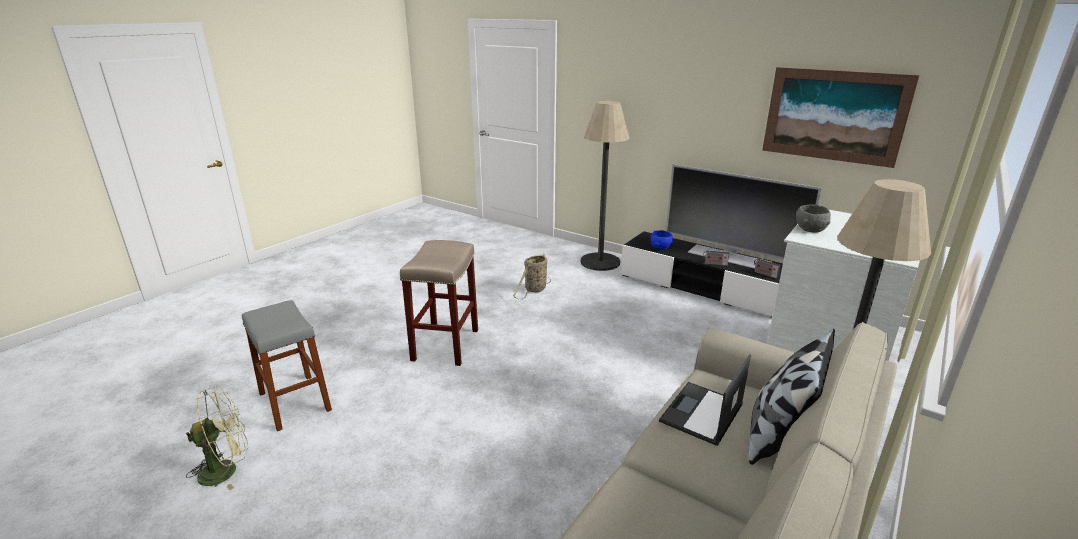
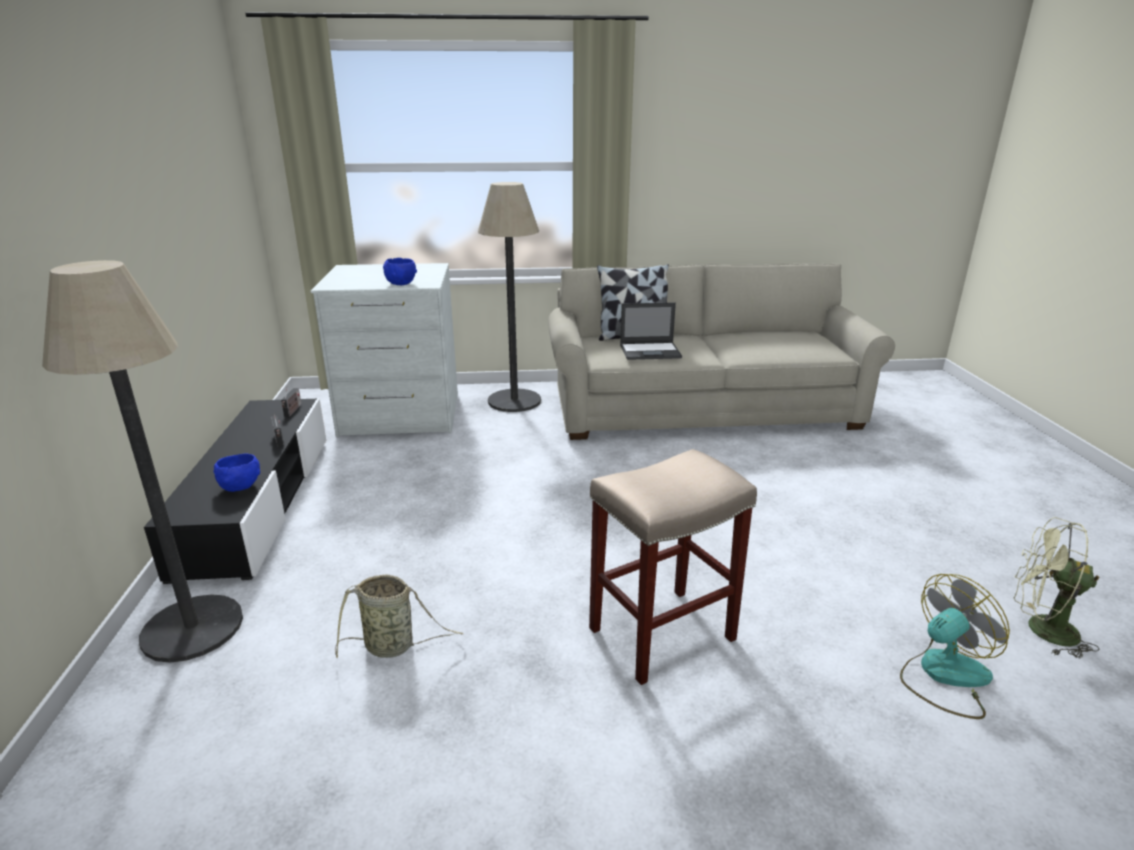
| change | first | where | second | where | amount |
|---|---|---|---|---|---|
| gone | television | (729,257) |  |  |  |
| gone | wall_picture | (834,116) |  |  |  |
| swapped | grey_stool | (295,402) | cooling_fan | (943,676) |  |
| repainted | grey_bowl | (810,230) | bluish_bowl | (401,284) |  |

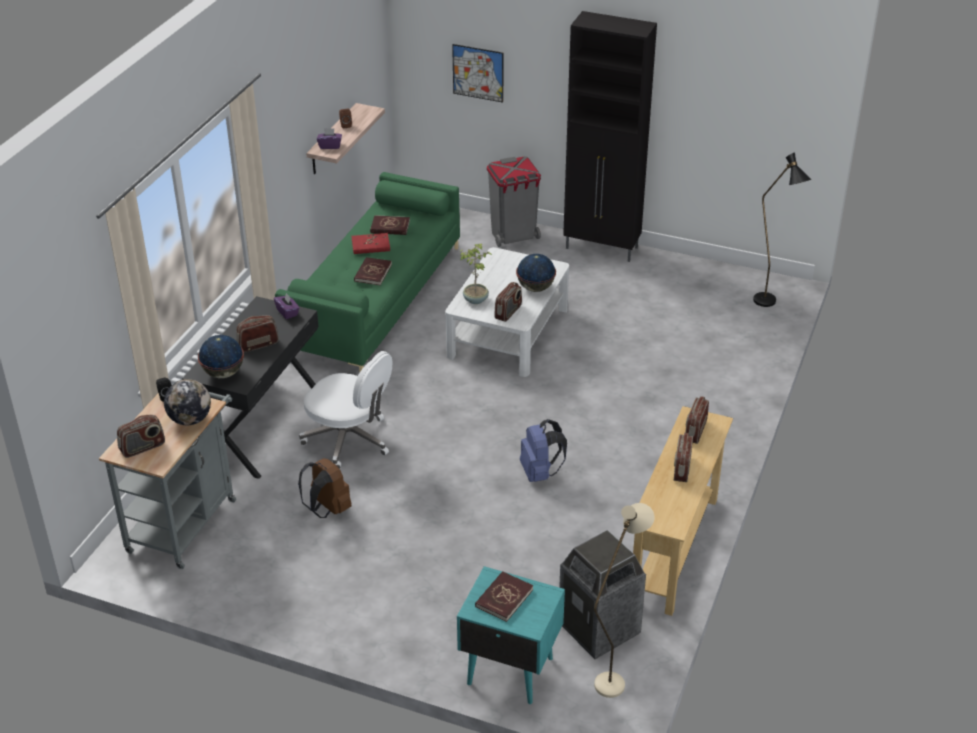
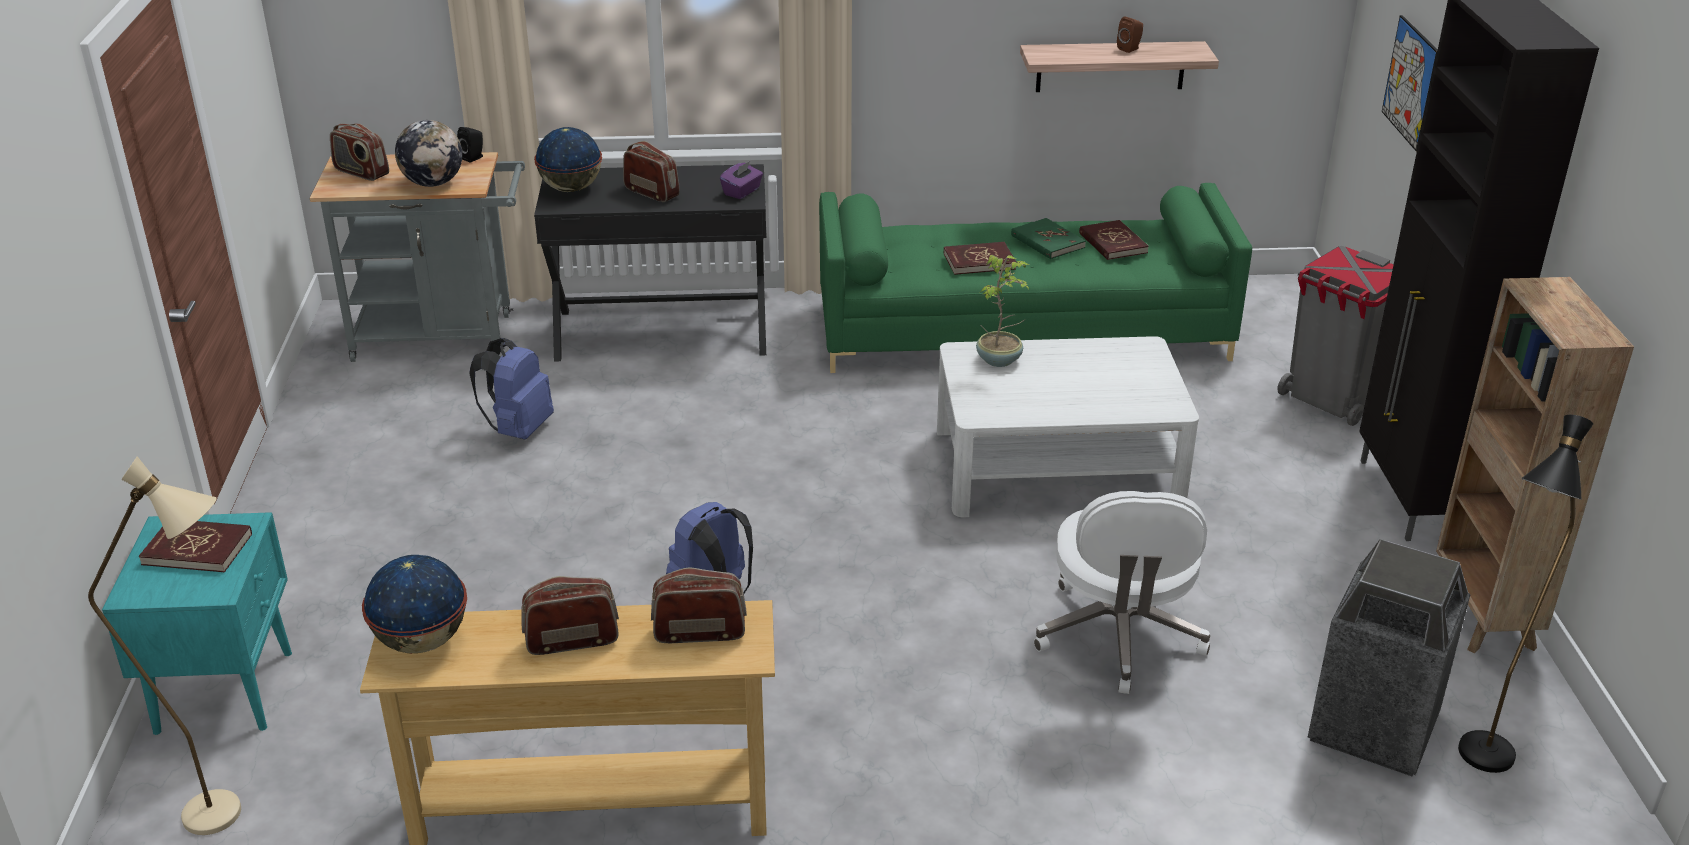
| change | first | where | second | where | amount |
|---|---|---|---|---|---|
| gone | purplish_tissue_holder | (330,146) |  |  |  |
| gone | radio_set | (508,312) |  |  |  |
| new |  |  | brownish_bookshelf | (1482,617) |  |
| shifted | whitish_desk_chair | (349,440) |  | (1119,636) |  |
| shifted | globe | (535,288) |  | (422,641) |  |
| shifted | rubbish_bin | (599,629) |  | (1373,728) |  |
| repainted | brownish_rucksack | (327,509) | bluish_rucksack | (518,429) |  |
| repainted | reddish_volume | (370,245) | green_volume | (1047,242) |  |

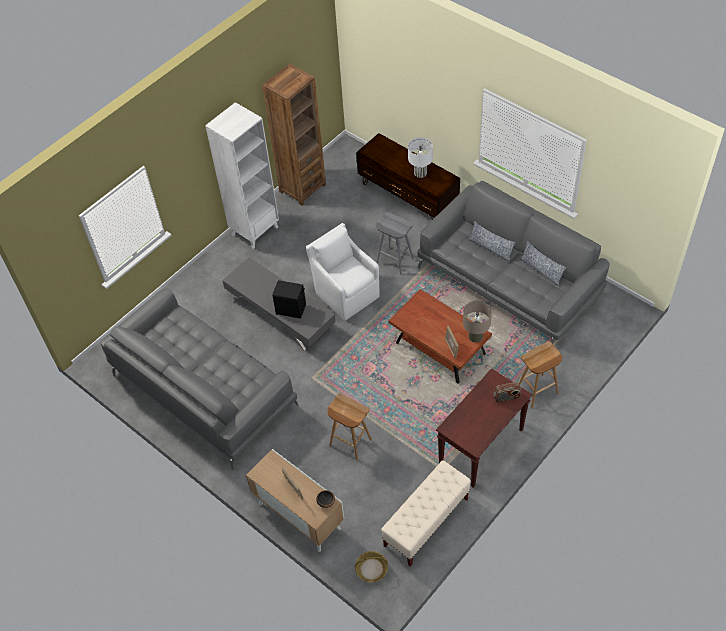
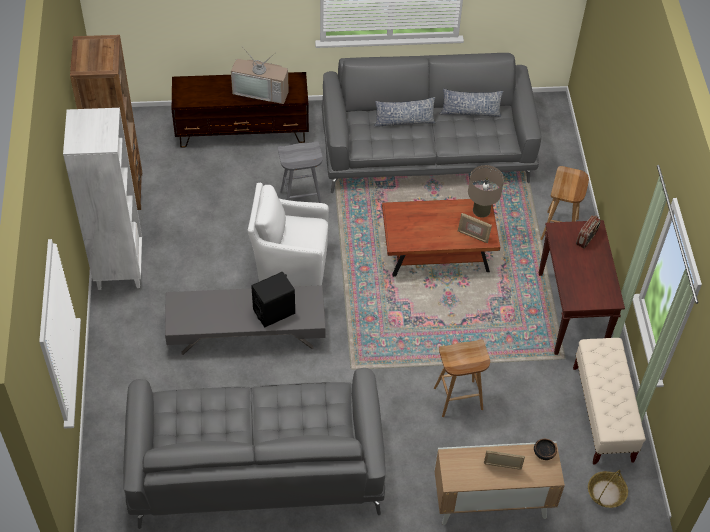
| change | first | where | second | where | amount |
|---|---|---|---|---|---|
| swapped | whitish_tabletop_lamp | (420,172) | television | (262,90) |  |

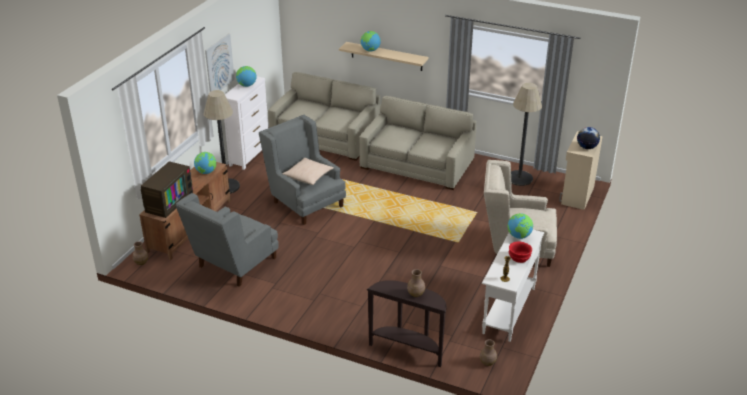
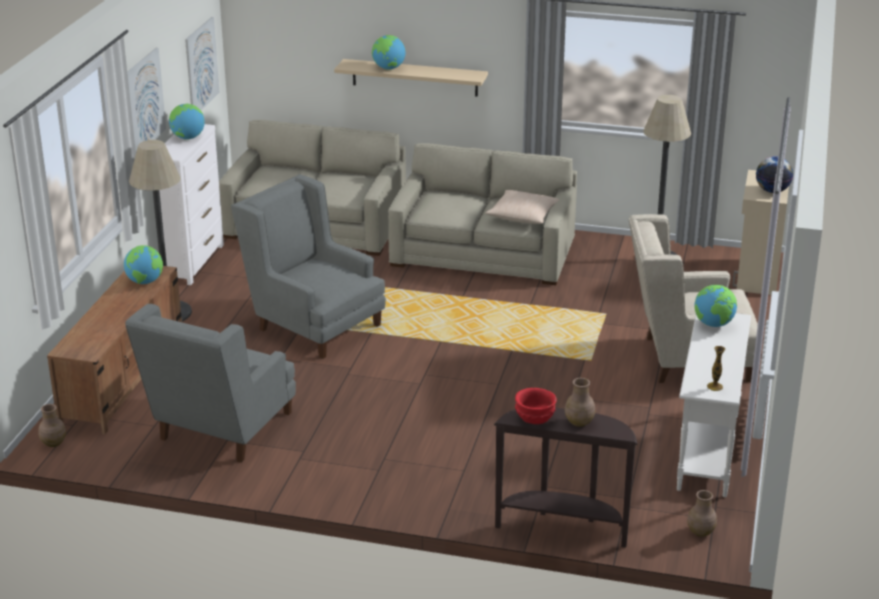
| change | first | where | second | where | amount |
|---|---|---|---|---|---|
| gone | television | (168,201) |  |  |  |
| new |  |  | wall_picture | (201,66) |  |
| shifted | sand-coloured_pillow | (308,176) |  | (523,216) |  |
| shifted | reddish_bowl | (519,258) |  | (534,417) |  |

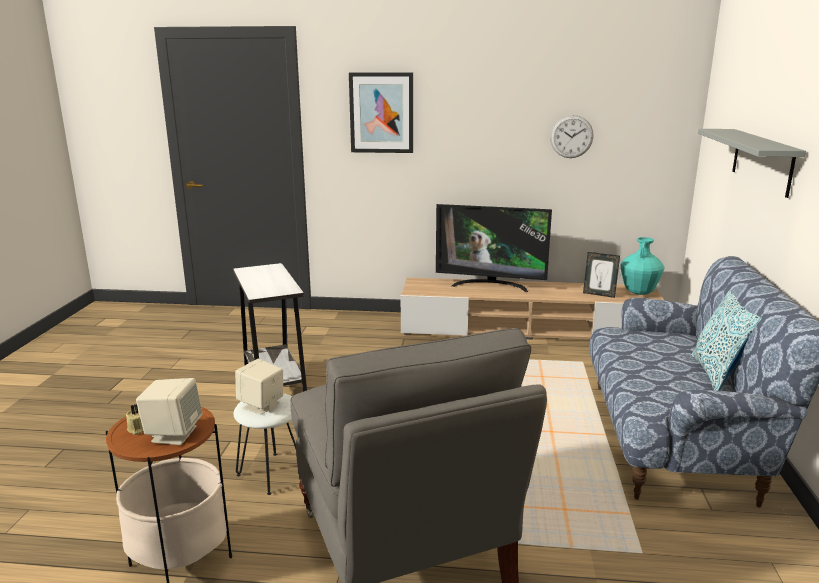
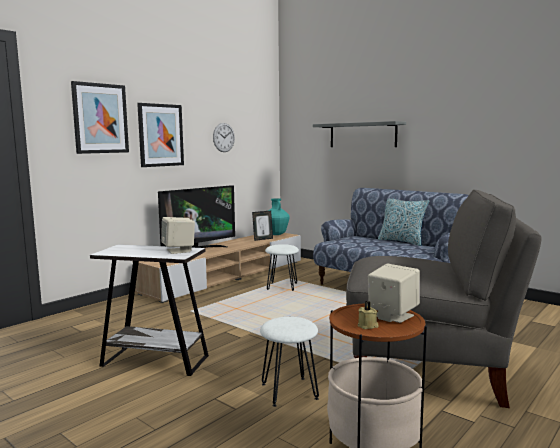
| change | first | where | second | where | amount |
|---|---|---|---|---|---|
| new |  |  | wall_picture | (160,135) |  |
| new |  |  | whitish_stool | (282,287) |  |
| shifted | sand-coloured_audio_speaker | (261,406) |  | (179,250) |  |

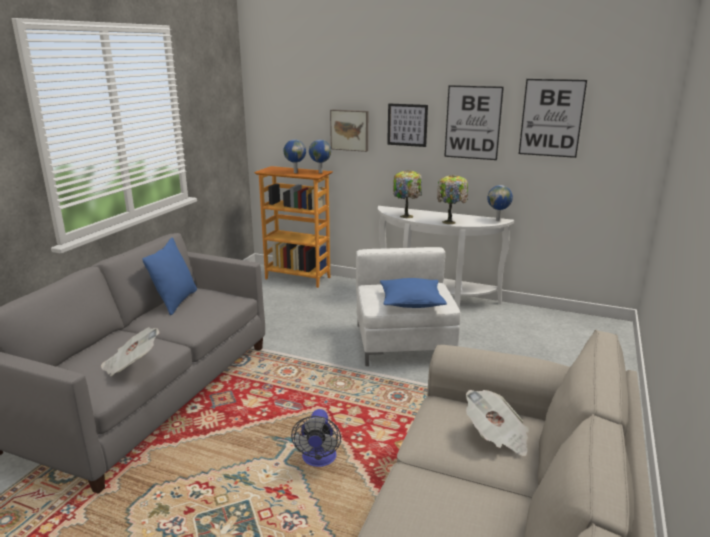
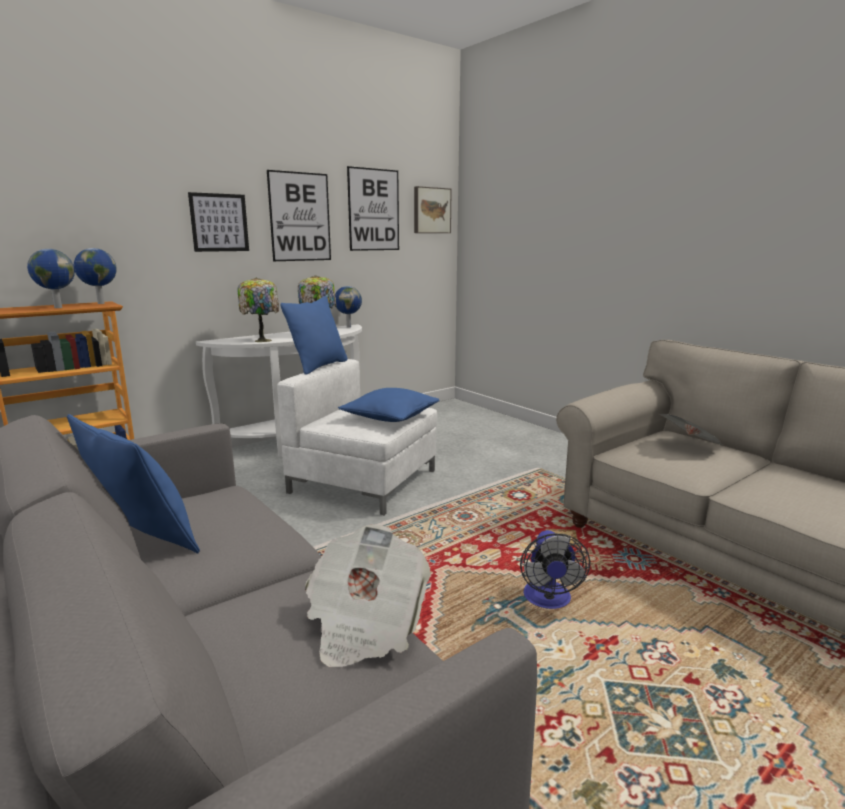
| change | first | where | second | where | amount |
|---|---|---|---|---|---|
| new |  |  | bluish_pillow | (318,366) |  |
| shifted | wall_picture | (350,130) |  | (431,210) |  |
| rotated | cooling_fan | (318,460) |  | (548,600) | 60 degrees clockwise |

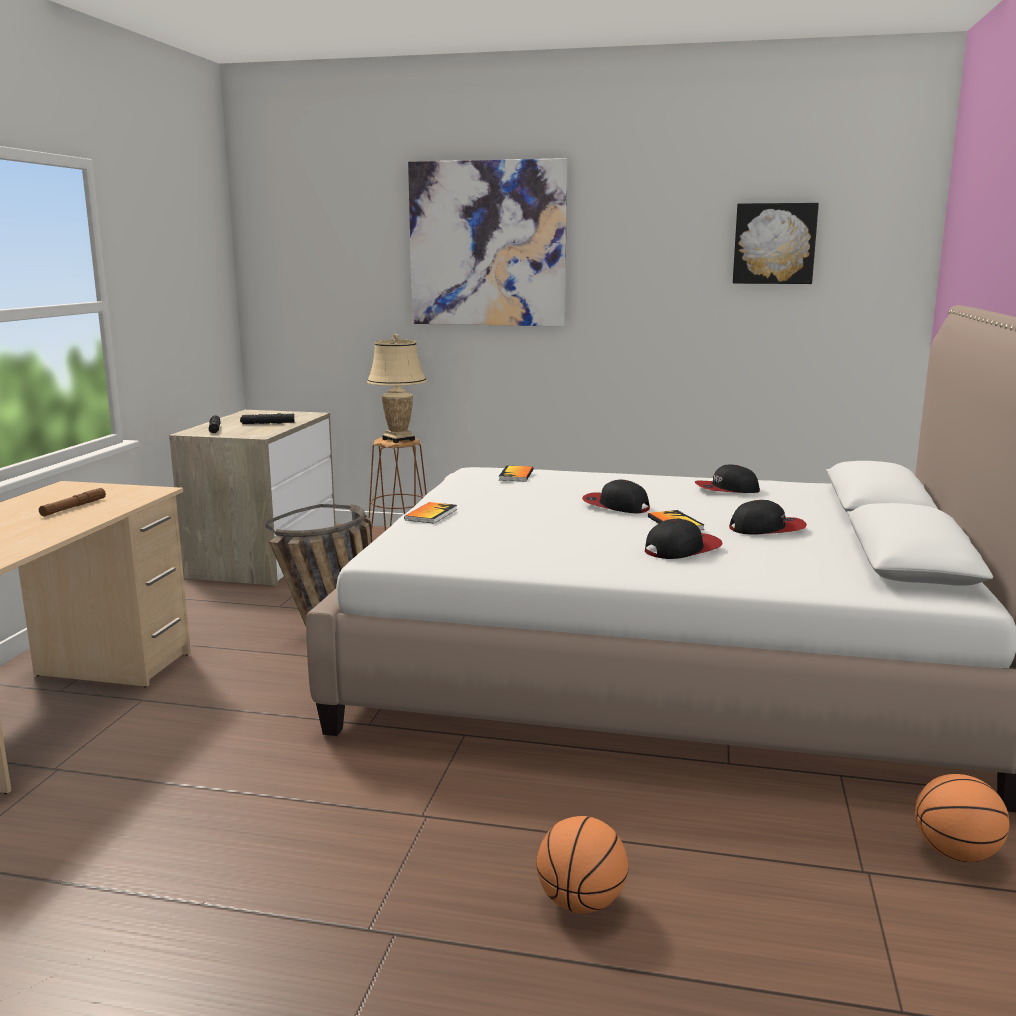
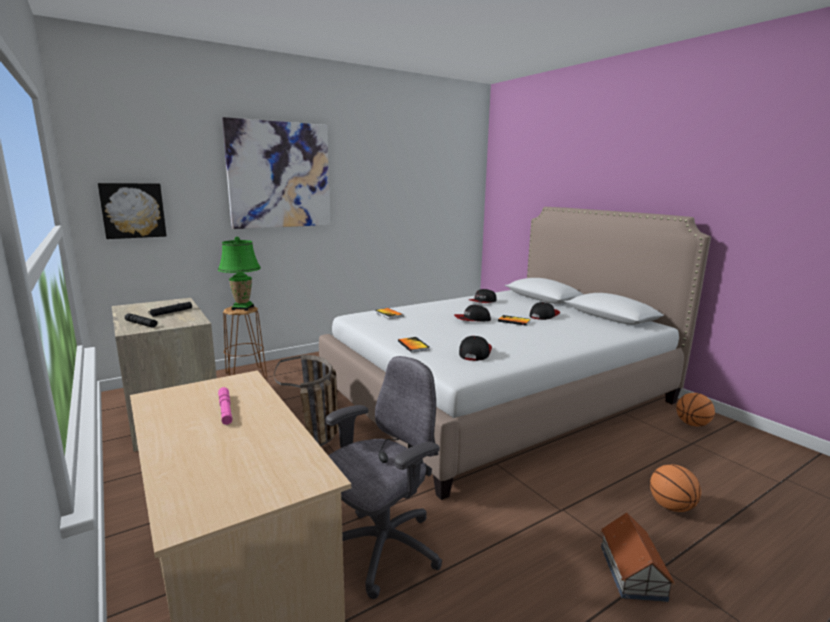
| change | first | where | second | where | amount |
|---|---|---|---|---|---|
| new |  |  | grey_desk_chair | (382,550) |  |
| new |  |  | model_house | (632,573) |  |
| shifted | baseball_cap | (682,549) |  | (474,352) |  |
| shifted | wall_picture | (774,243) |  | (133,210) |  |
| repainted | brownish_hand_torch | (73,507) | pink-coloured_hand_torch | (225,409) |  |
| repainted | sand-coloured_tabletop_lamp | (398,439) | green_tabletop_lamp | (243,308) |  |

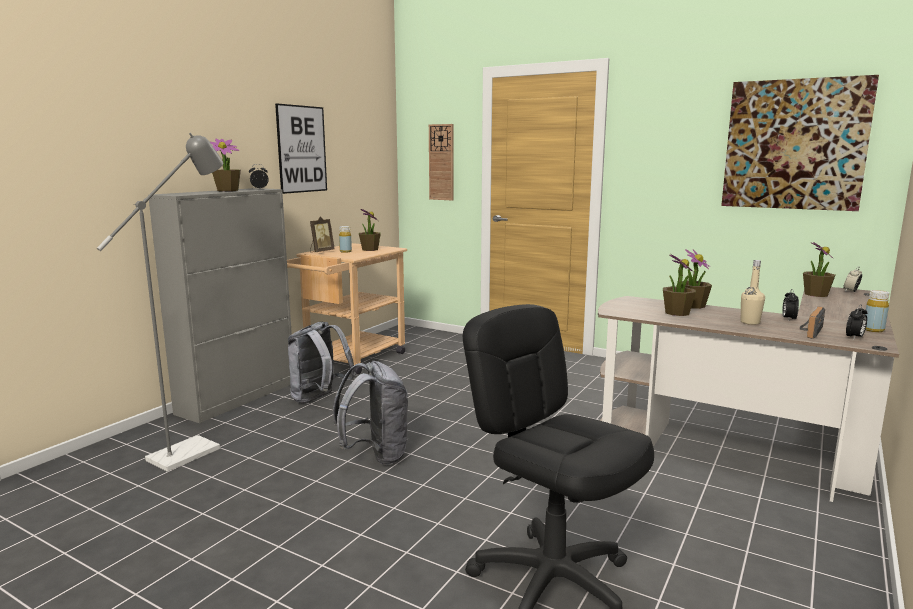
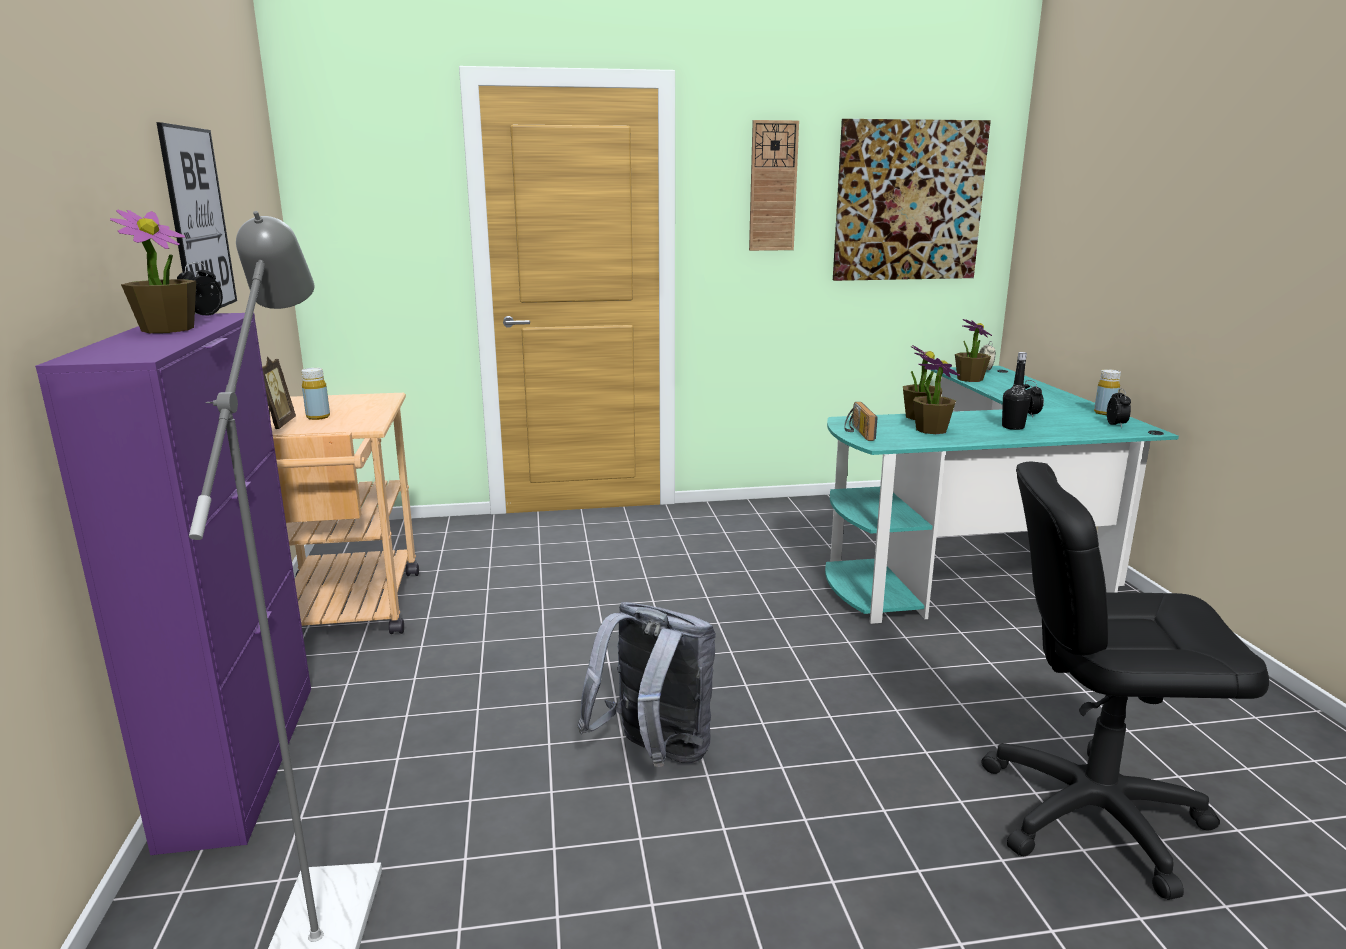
| change | first | where | second | where | amount |
|---|---|---|---|---|---|
| gone | grey_rucksack | (319,399) |  |  |  |
| gone | plant_in_a_pot | (369,249) |  |  |  |
| shifted | wall_clock | (441,162) |  | (773,186) |  |
| shifted | radio_set | (809,331) |  | (857,432) |  |
| repainted | grey_storage_cabinet | (238,397) | purplish_storage_cabinet | (243,759) |  |
| repainted | brownish_desk | (760,442) | turquoise-coloured_desk | (980,561) |  |
| repainted | sand-coloured_drink_bottle | (750,322) | black_drink_bottle | (1013,427) |  |

